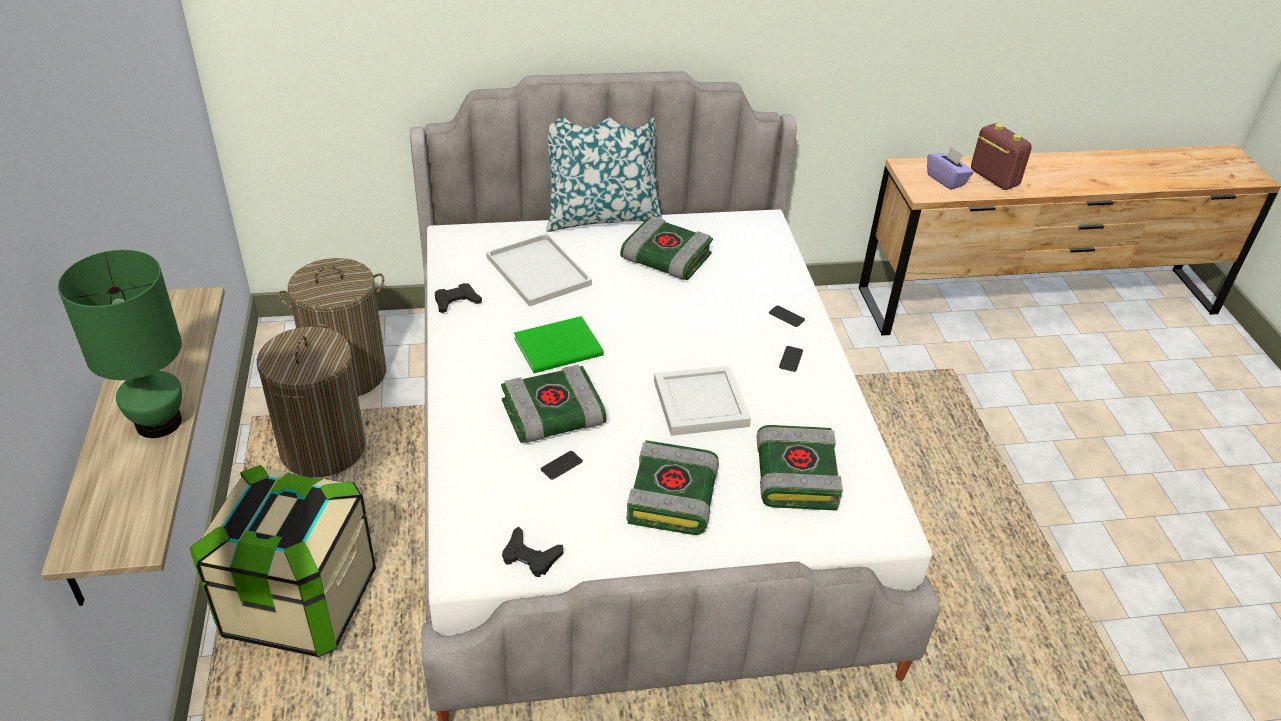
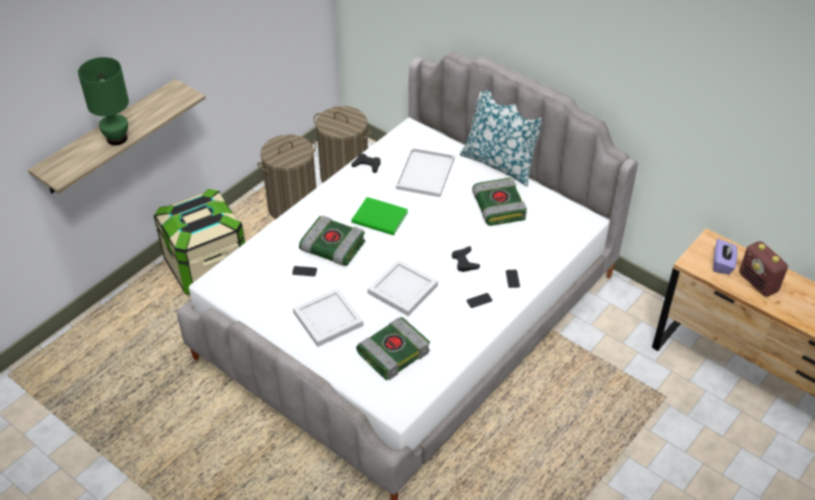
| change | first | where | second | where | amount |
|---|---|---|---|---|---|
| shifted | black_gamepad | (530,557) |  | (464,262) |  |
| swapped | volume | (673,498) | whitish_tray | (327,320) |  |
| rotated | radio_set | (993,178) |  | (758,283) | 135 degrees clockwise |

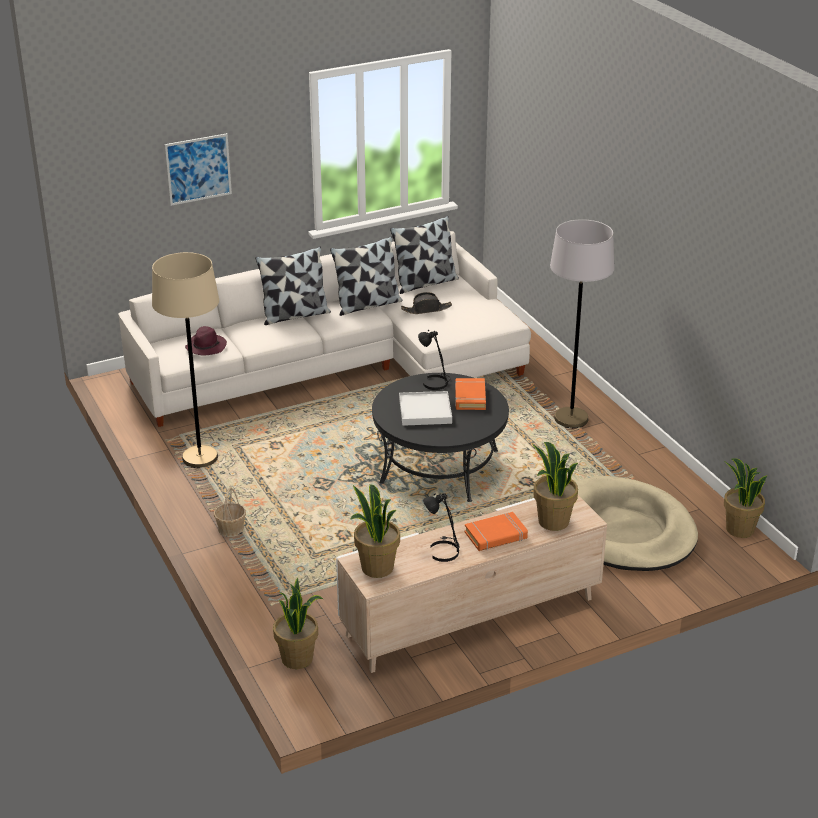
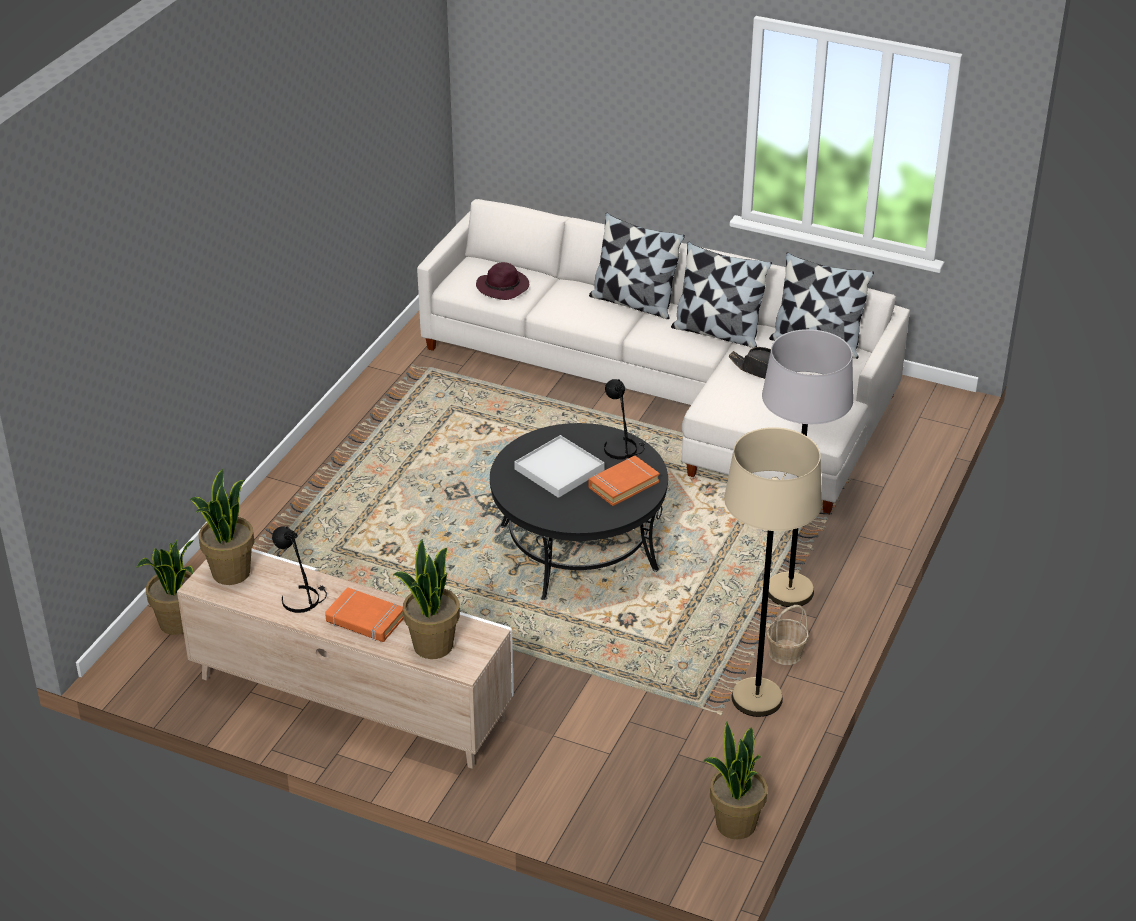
| change | first | where | second | where | amount |
|---|---|---|---|---|---|
| gone | wall_picture | (198,169) |  |  |  |
| gone | sand-coloured_dog_bed | (624,530) |  |  |  |
| shifted | sand-coloured_floor_lamp | (200,458) |  | (757,698) |  |
| shifted | household_basket | (231,529) |  | (785,653) |  |

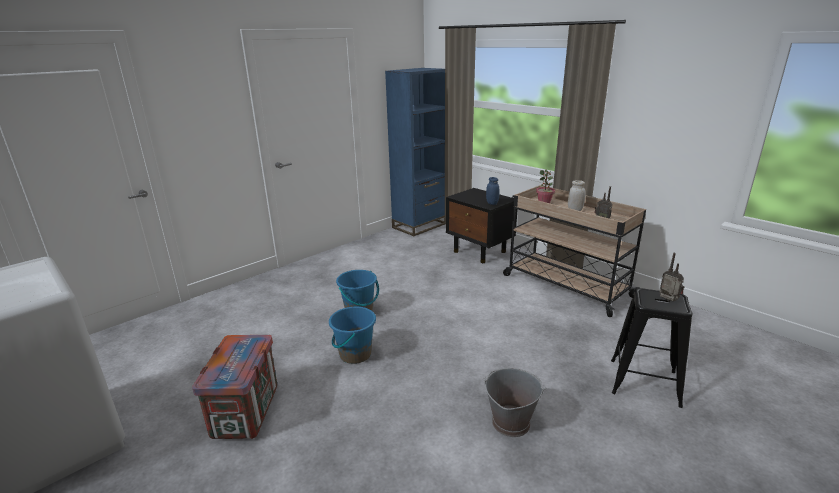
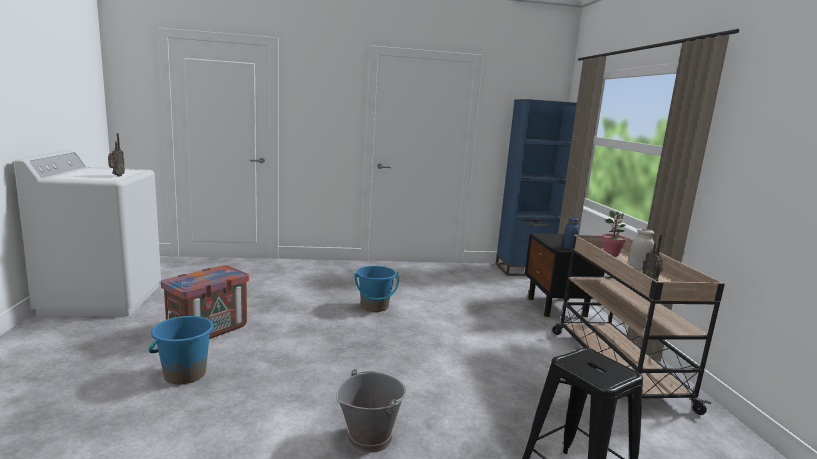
| change | first | where | second | where | amount |
|---|---|---|---|---|---|
| shifted | bluish_pail | (355,354) |  | (185,374) |  |
| shifted | radio_set | (667,301) |  | (116,176) |  |

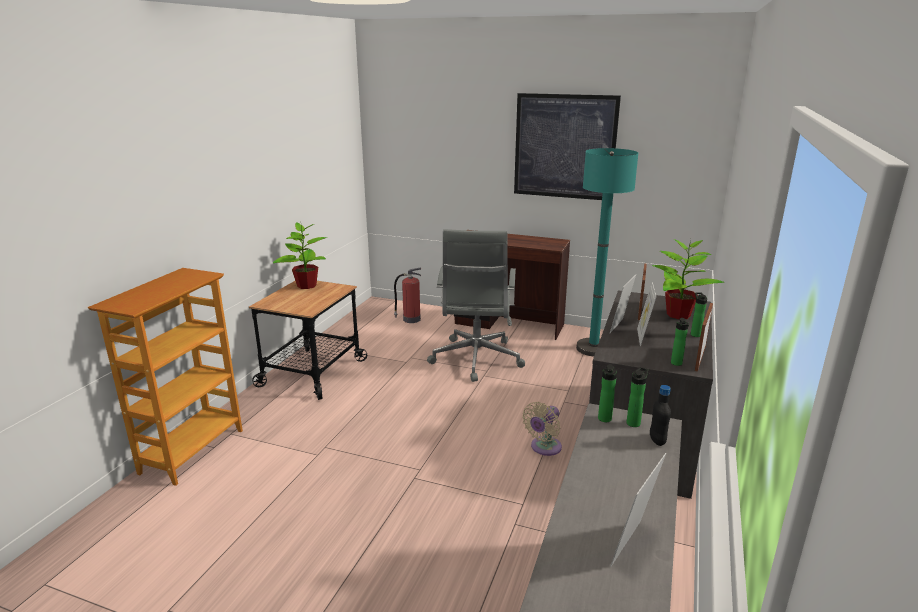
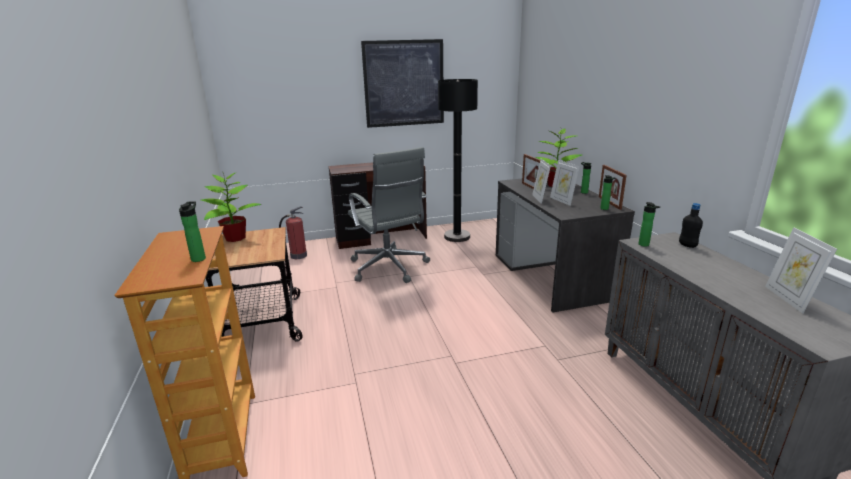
| change | first | where | second | where | amount |
|---|---|---|---|---|---|
| gone | sand-coloured_cooling_fan | (544,448) |  |  |  |
| shifted | drink_bottle | (634,422) |  | (199,258) |  |
| repainted | turquoise-coloured_floor_lamp | (593,348) | black_floor_lamp | (457,237) |  |

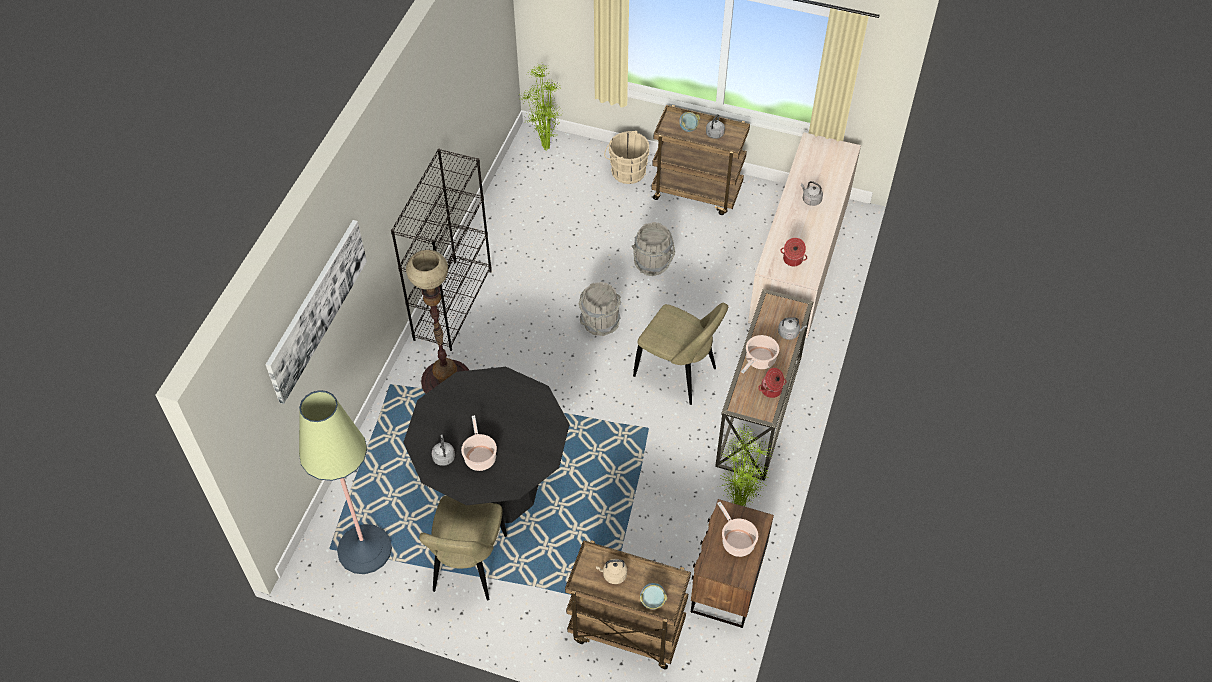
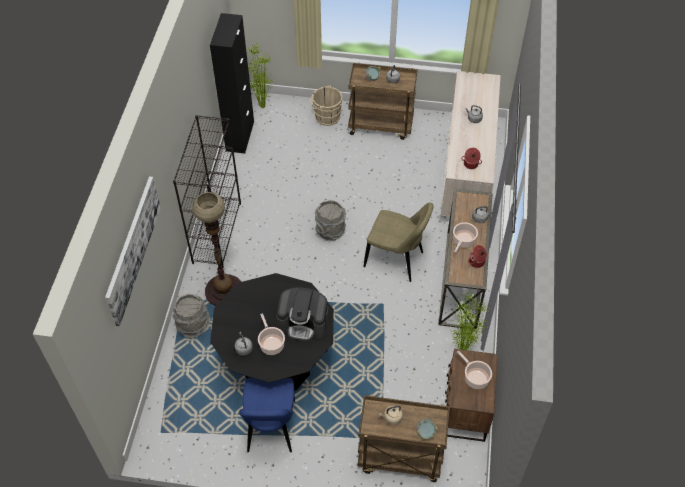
| change | first | where | second | where | amount |
|---|---|---|---|---|---|
| gone | floor_lamp | (364,549) |  |  |  |
| new |  |  | black_storage_cabinet | (240,136) |  |
| new |  |  | coffee_brewer | (303,322) |  |
| shifted | grey_pail | (652,263) |  | (193,325) |  |
| repainted | sand-coloured_chair | (468,567) | bluish_chair | (270,429) |  |

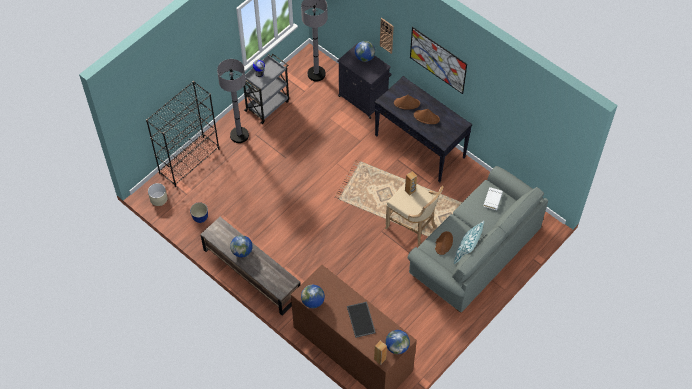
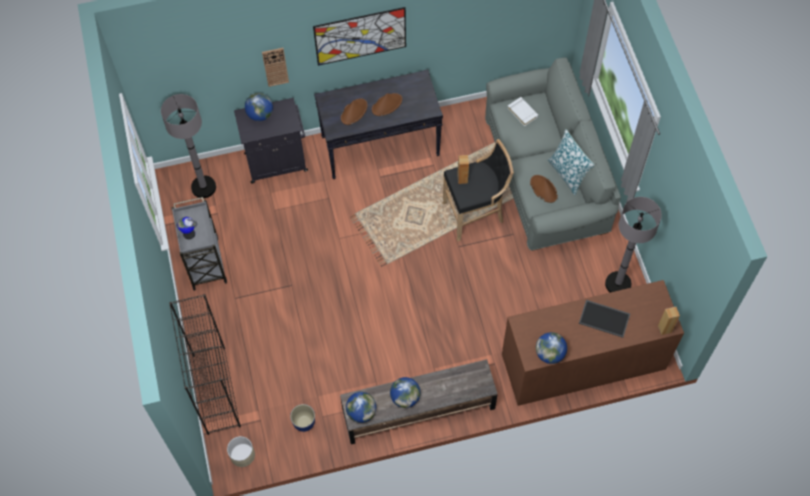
| change | first | where | second | where | amount |
|---|---|---|---|---|---|
| shifted | grey_floor_lamp | (239,135) |  | (618,284) |  |
| shifted | globe | (397,347) |  | (361,412) |  |
| repainted | sand-coloured_stool | (412,227) | black_stool | (475,214) |  |

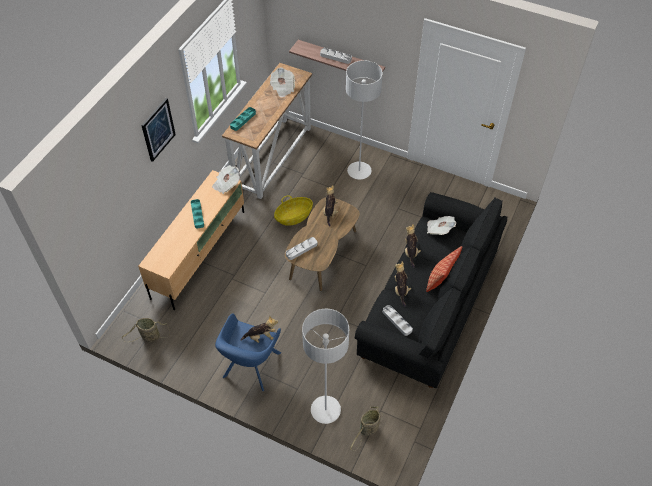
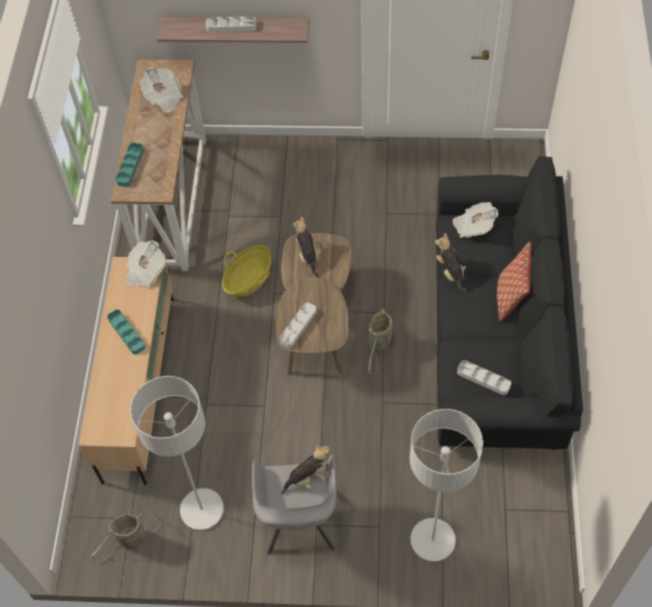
| change | first | where | second | where | amount |
|---|---|---|---|---|---|
| gone | wall_picture | (158,129) |  |  |  |
| gone | plush_toy | (401,289) |  |  |  |
| shifted | grey_floor_lamp | (359,171) |  | (202,509) |  |
| shifted | household_basket | (368,430) |  | (379,344) |  |
| repainted | bluish_armchair | (251,367) | grey_armchair | (299,523) |  |

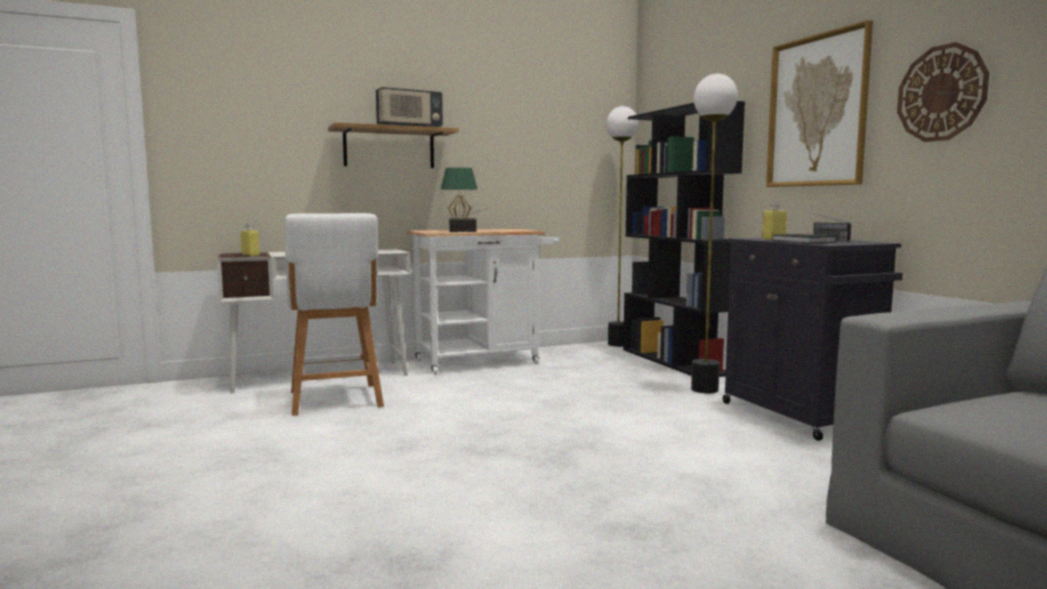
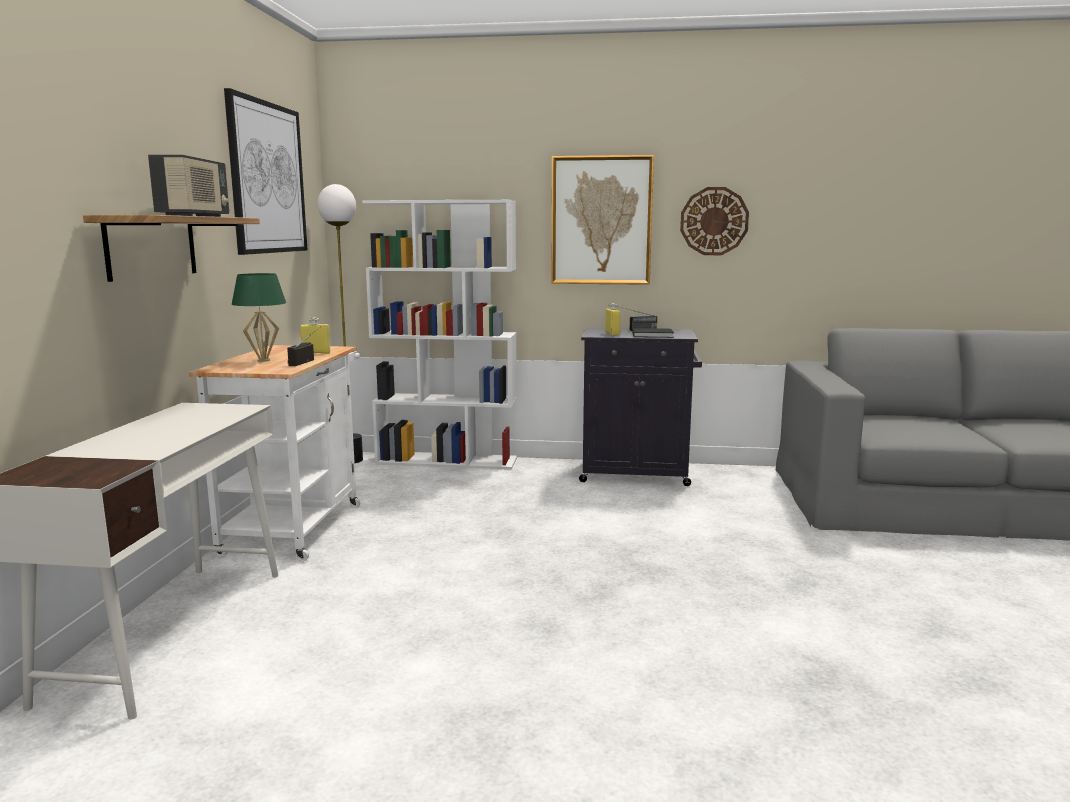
| change | first | where | second | where | amount |
|---|---|---|---|---|---|
| gone | whitish_stool | (336,401) |  |  |  |
| gone | floor_lamp | (705,389) |  |  |  |
| new |  |  | wall_picture | (267,178) |  |
| shifted | yellowish_drink_bottle | (250,255) |  | (316,353) |  |
| repainted | black_bookshelf | (675,361) | whitish_bookshelf | (448,461) |  |

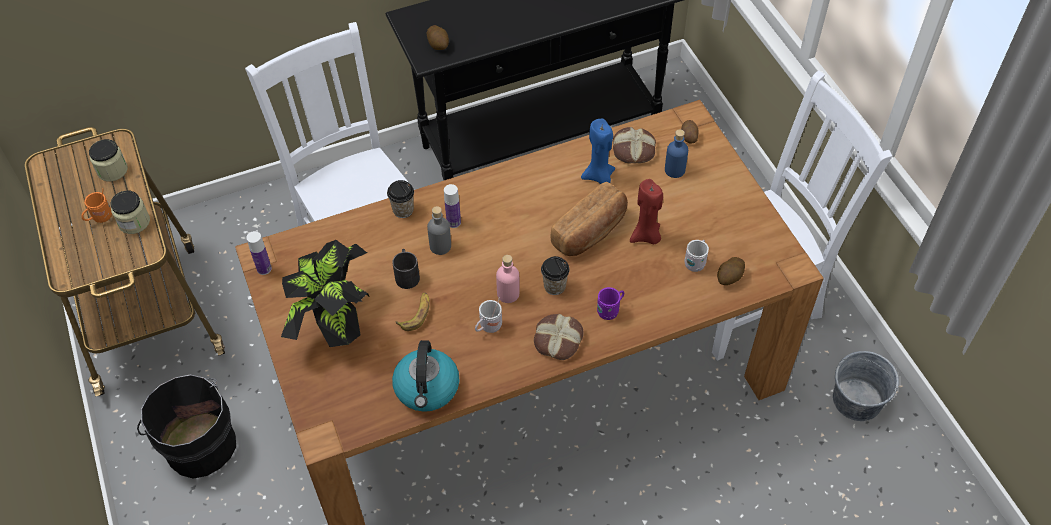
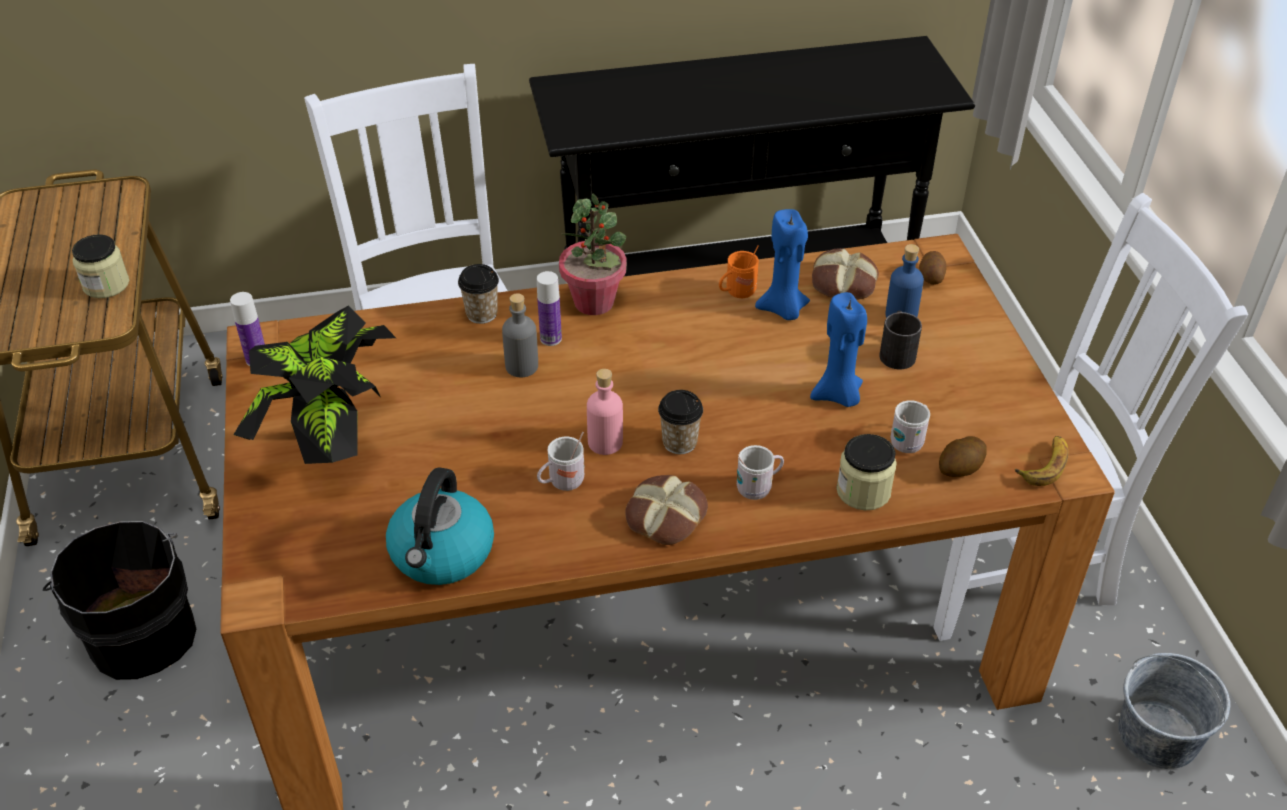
| change | first | where | second | where | amount |
|---|---|---|---|---|---|
| gone | potato | (438,44) |  |  |  |
| gone | bakery_bread | (590,232) |  |  |  |
| new |  |  | plant_in_a_pot | (594,302) |  |
| shifted | orange_coffee_mug | (100,218) |  | (737,293) |  |
| shifted | jar | (112,170) |  | (863,491) |  |
| shifted | black_coffee_mug | (407,274) |  | (896,351) |  |
| shifted | banana | (416,314) |  | (1044,465) |  |
| repainted | purplish_coffee_mug | (610,310) | whitish_coffee_mug | (758,487) |  |
| repainted | reddish_candle | (646,236) | bluish_candle | (838,396) |  |

